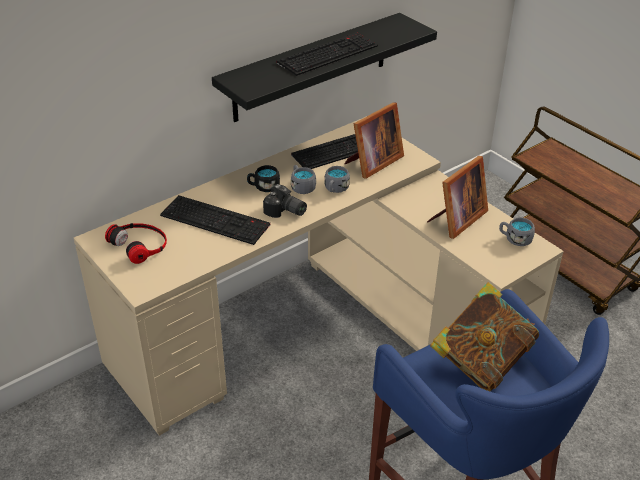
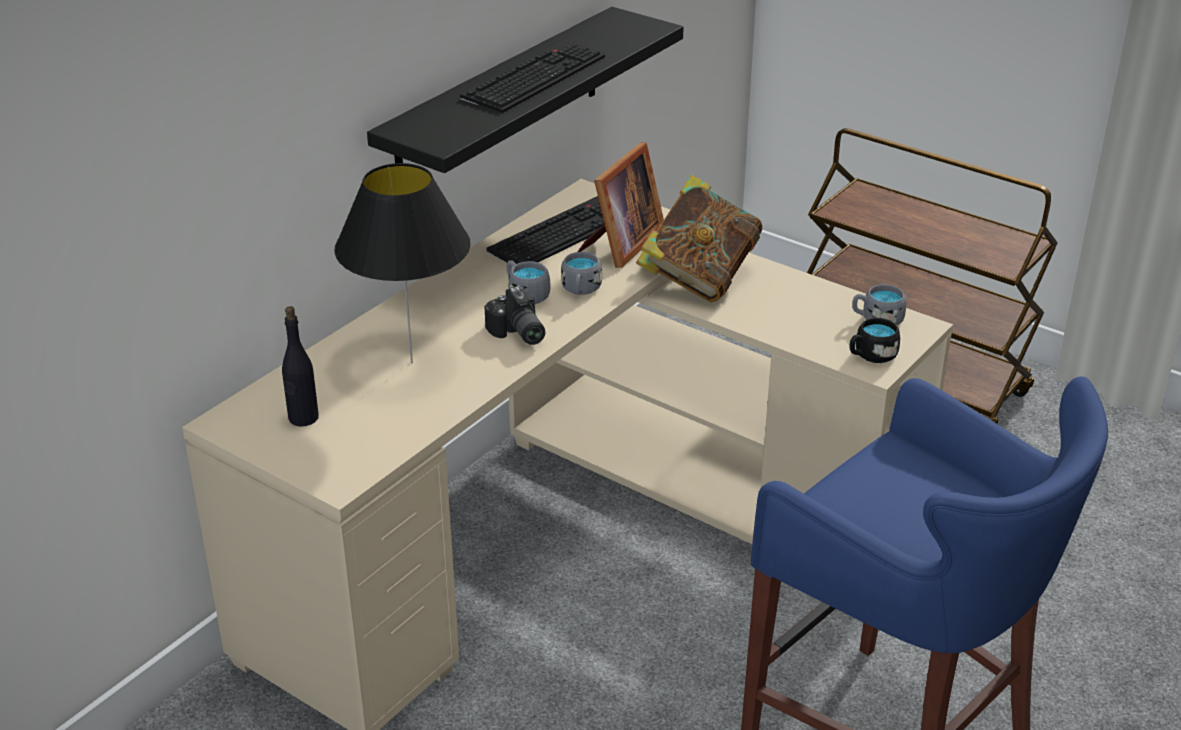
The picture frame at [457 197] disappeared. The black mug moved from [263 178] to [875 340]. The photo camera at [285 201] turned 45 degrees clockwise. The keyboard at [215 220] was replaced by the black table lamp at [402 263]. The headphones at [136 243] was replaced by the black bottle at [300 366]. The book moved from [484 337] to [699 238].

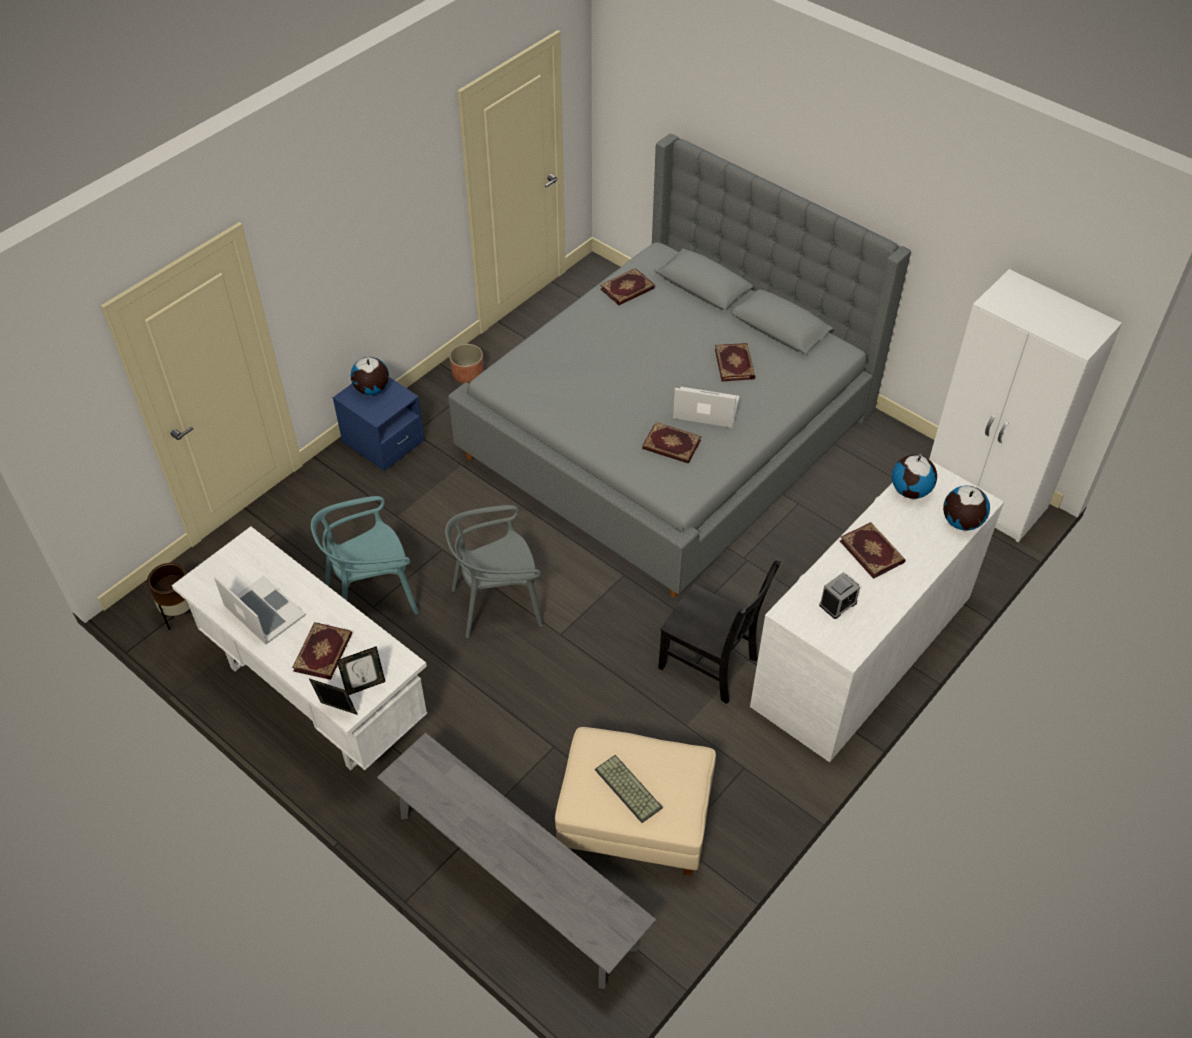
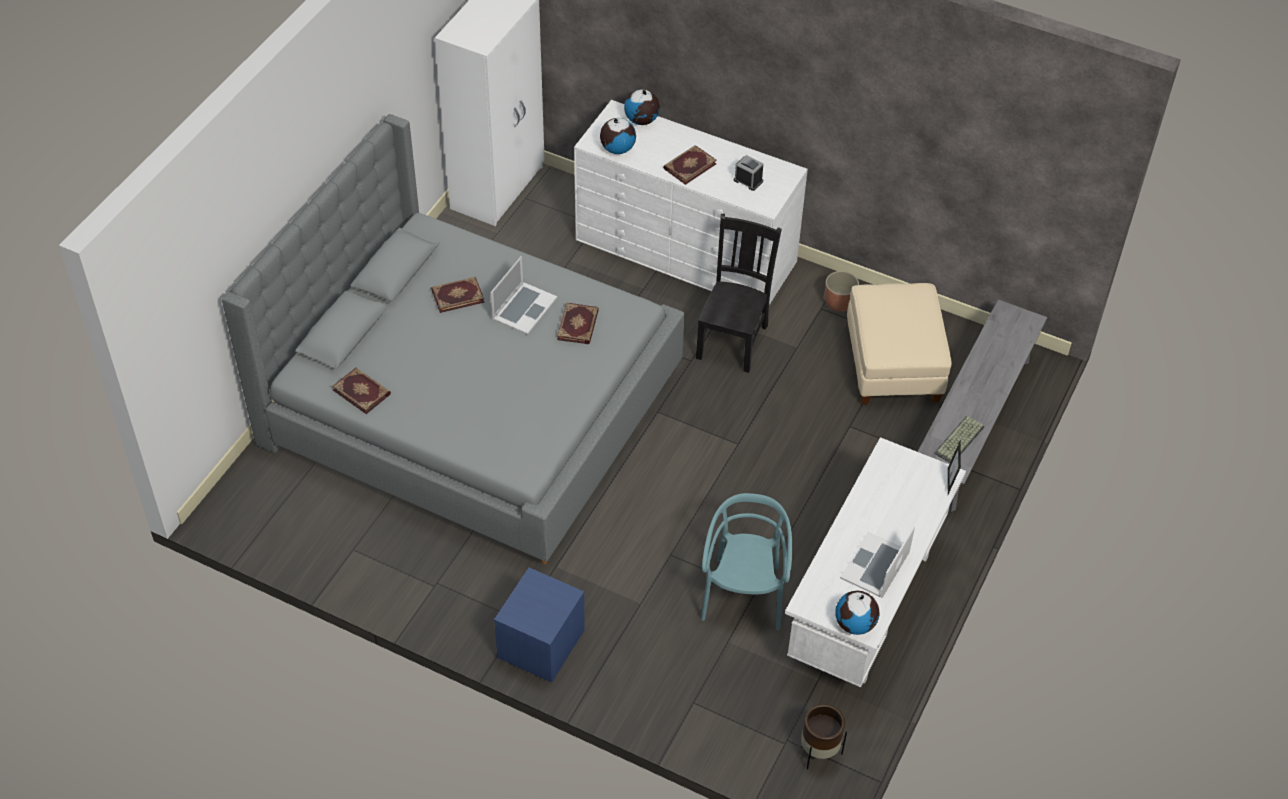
The planter moved from [466 364] to [842 291]. The globe moved from [370 376] to [857 613]. The laptop at [706 407] turned 150 degrees counterclockwise. The turquoise chair at [365 555] turned 135 degrees counterclockwise. The grey chair at [494 571] disappeared. The book at [322 651] disappeared. The picture frame at [361 670] disappeared. The keyboard moved from [629 789] to [959 439].

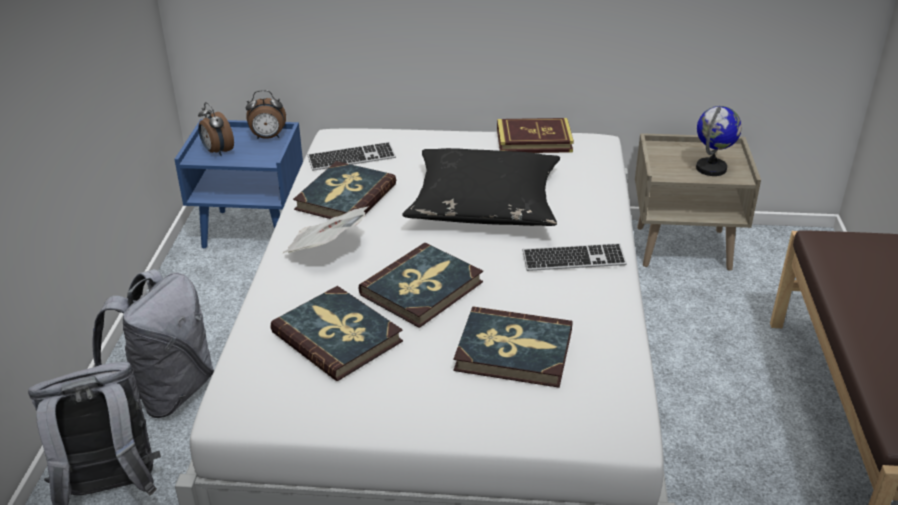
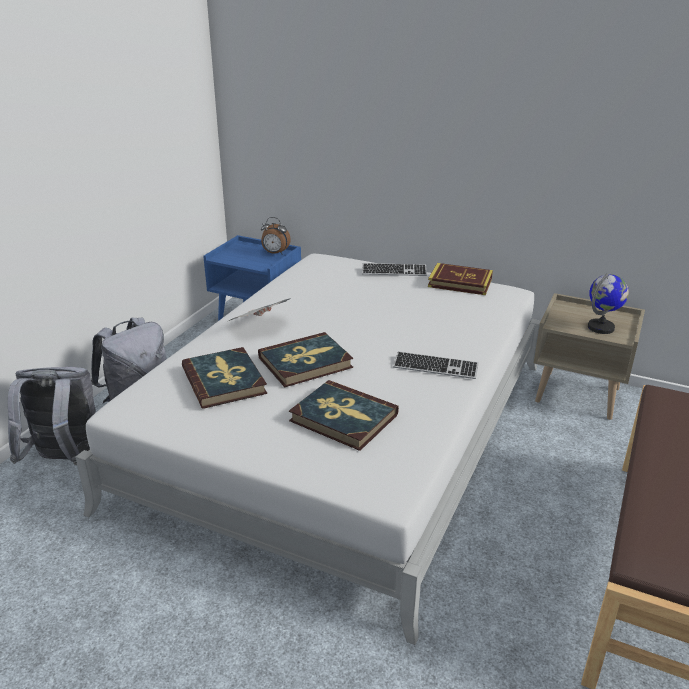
The alarm clock at [216 129] disappeared. The keyboard moved from [352 156] to [394 269]. The black pillow at [481 187] disappeared. The book at [344 190] disappeared.

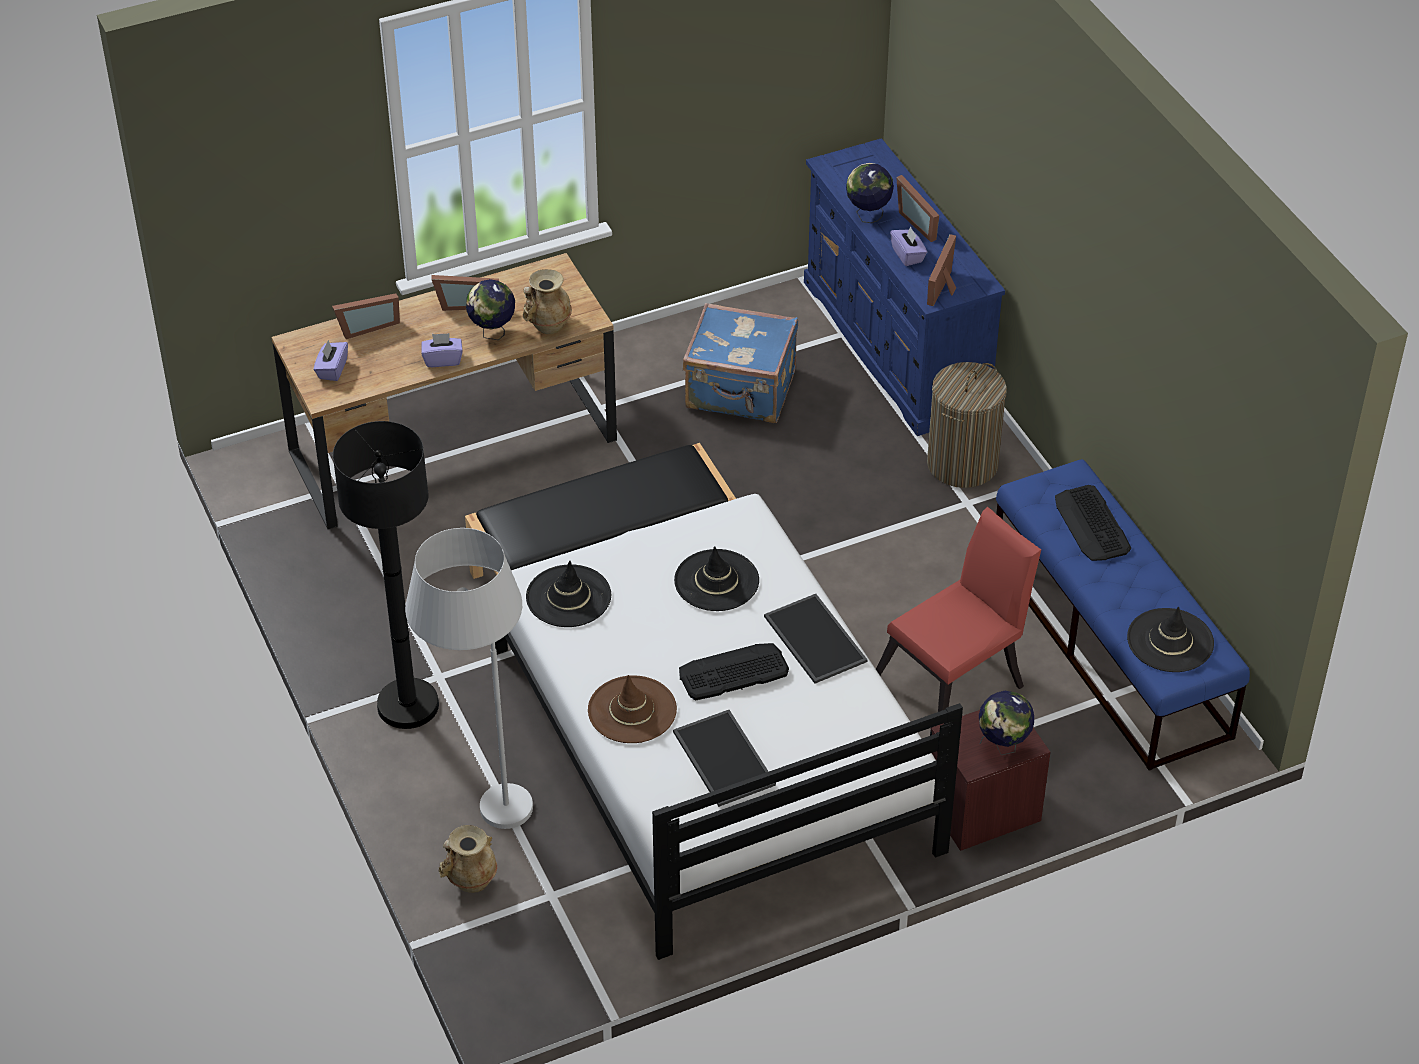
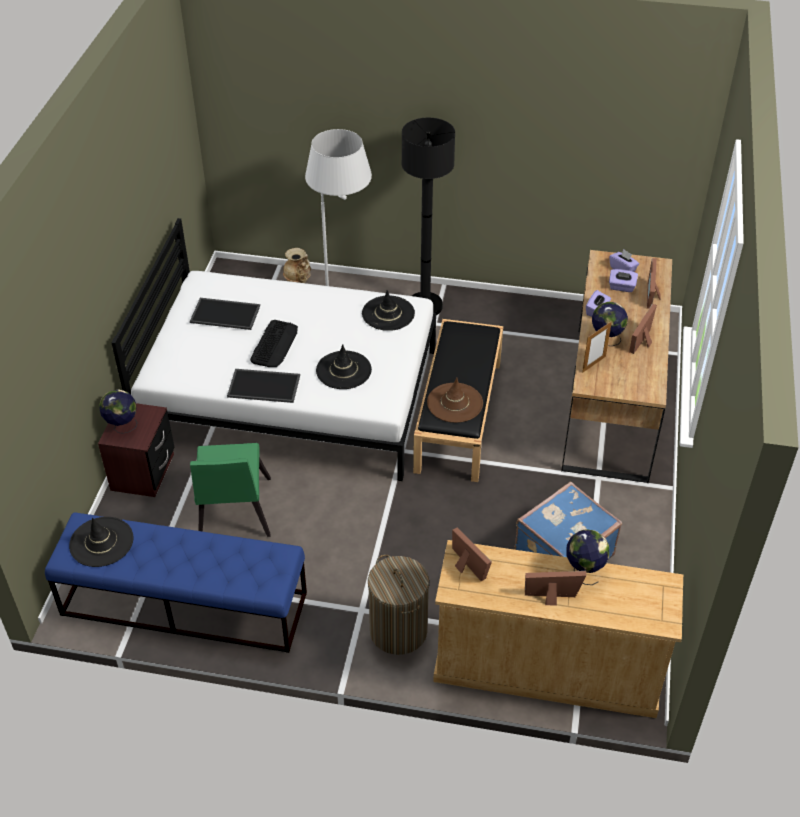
The blue dresser at [904 287] became the beige dresser at [558 629]. The purple tissue box moved from [908 246] to [623 280]. The beige vase at [547 301] was replaced by the picture frame at [597 347]. The keyboard at [1093 523] disappeared. The red chair at [958 609] became the green chair at [230 490]. The brown hat moved from [632 709] to [455 400].

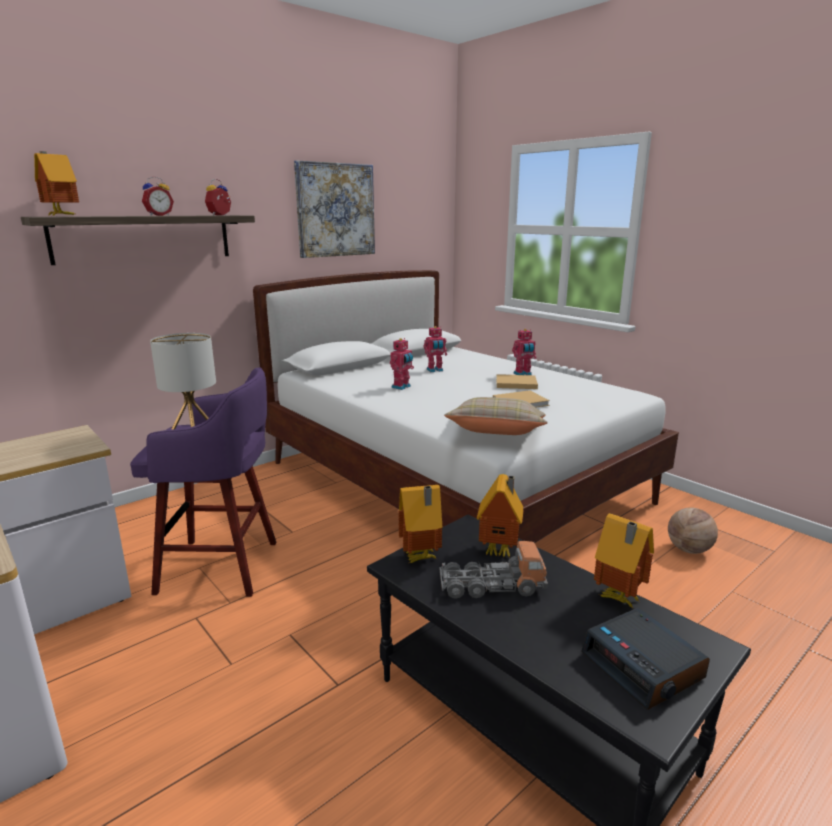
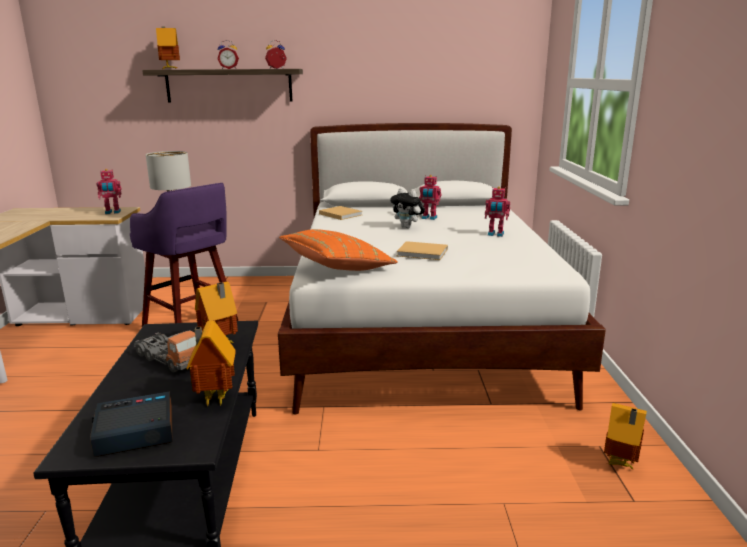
The picture at [334 209] disappeared. The toy robot moved from [402 364] to [108 191]. The beige book moved from [517 381] to [340 213]. The beige pillow at [496 416] became the orange pillow at [338 250]. The toy house moved from [420 524] to [625 436]. The basketball at [693 530] disappeared. The alarm clock at [645 659] turned 60 degrees clockwise. The plush toy at [407 208] appeared.

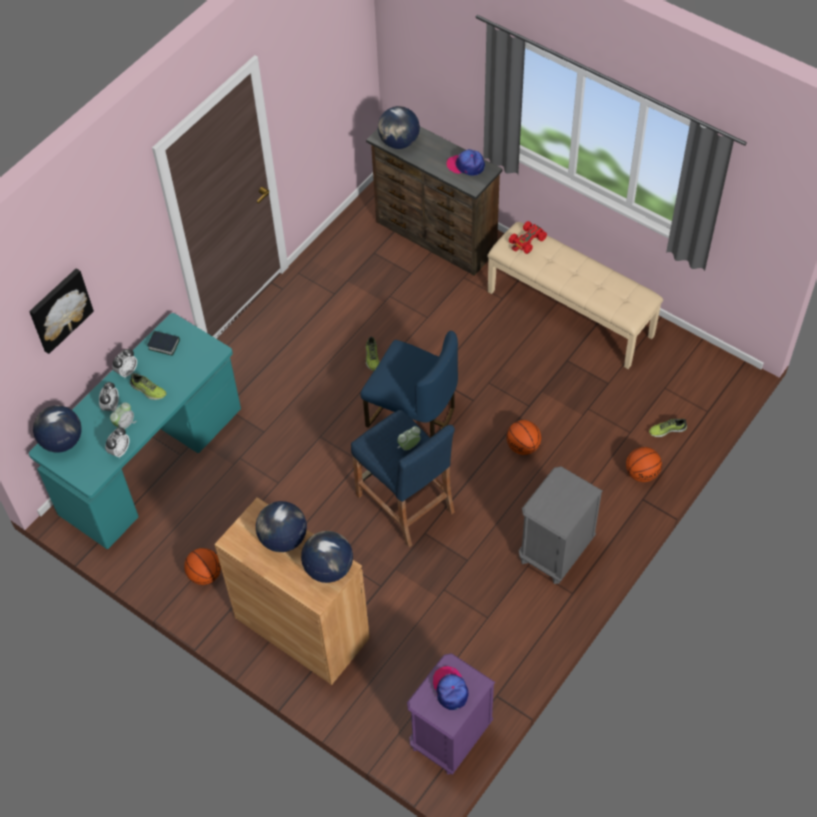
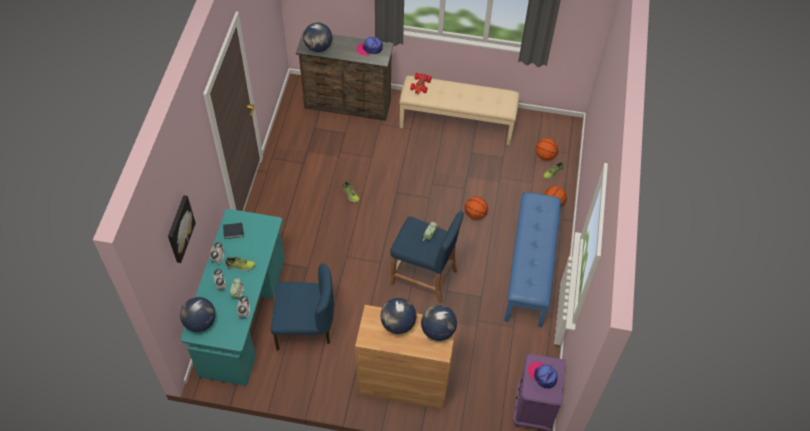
The blue chair moved from [409 384] to [302 307]. The grey nightstand at [561 525] was replaced by the blue bench at [532 260]. The basketball moved from [202 566] to [546 149].

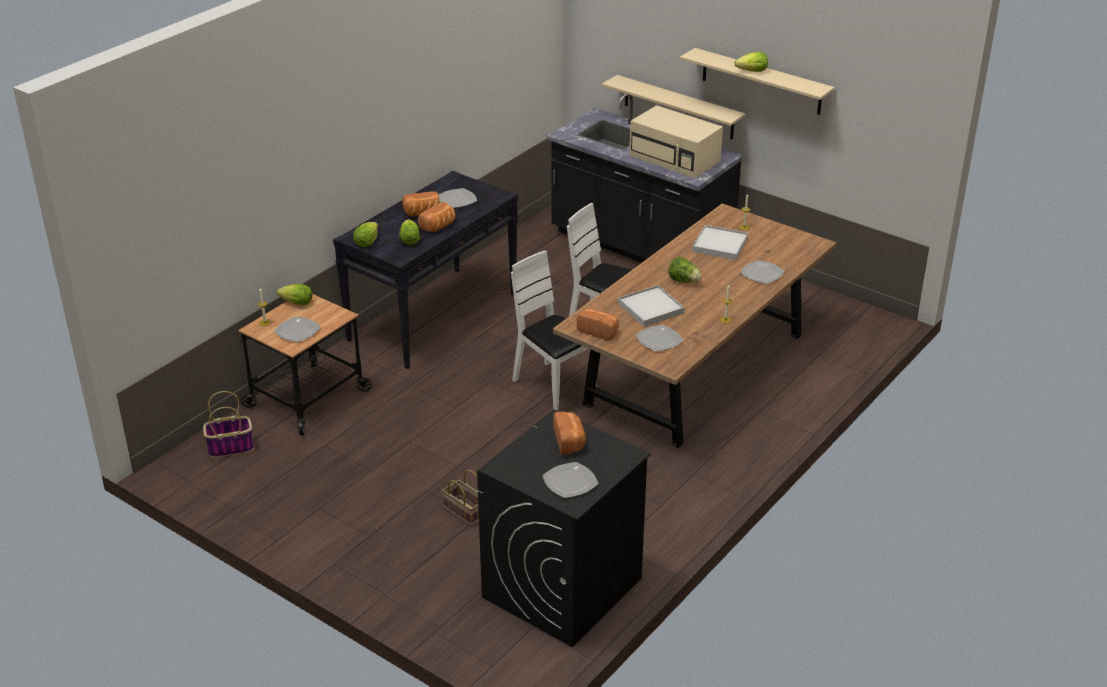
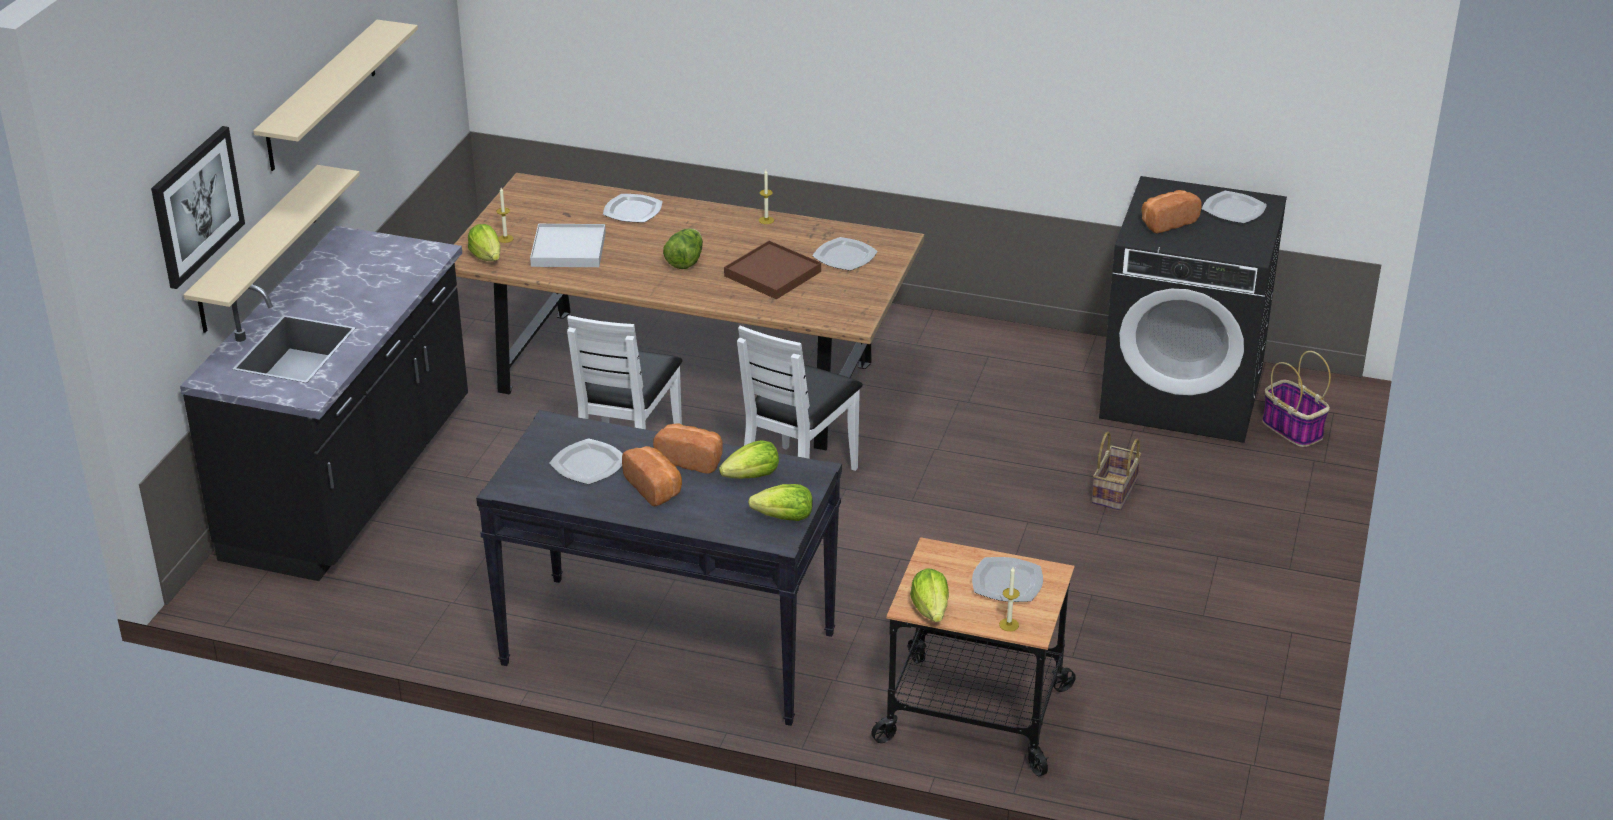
The lettuce moved from [751 62] to [484 242]. The beige microwave at [676 141] disappeared. The white tray at [651 306] became the brown tray at [772 270]. The bread at [597 325] disappeared. The basket moved from [228 424] to [1296 399]. The picture at [198 207] appeared.

